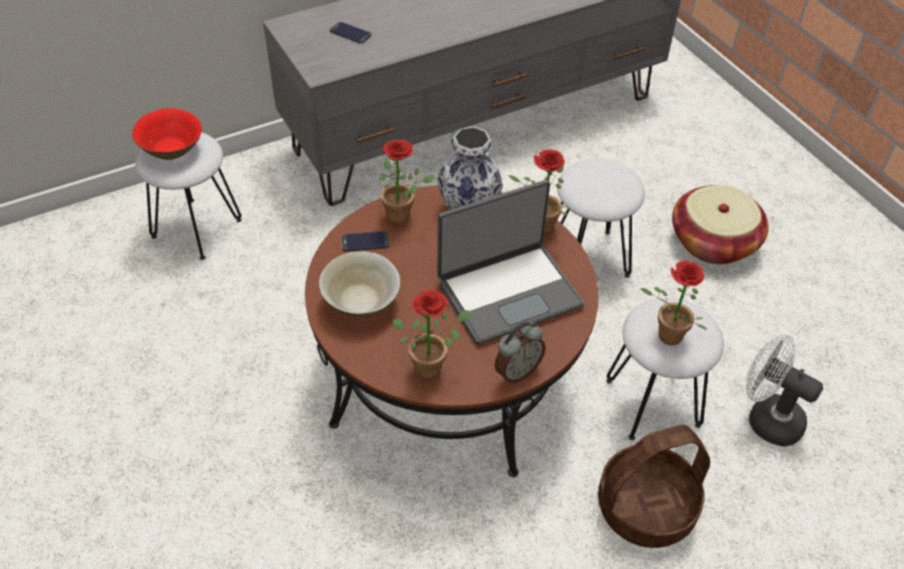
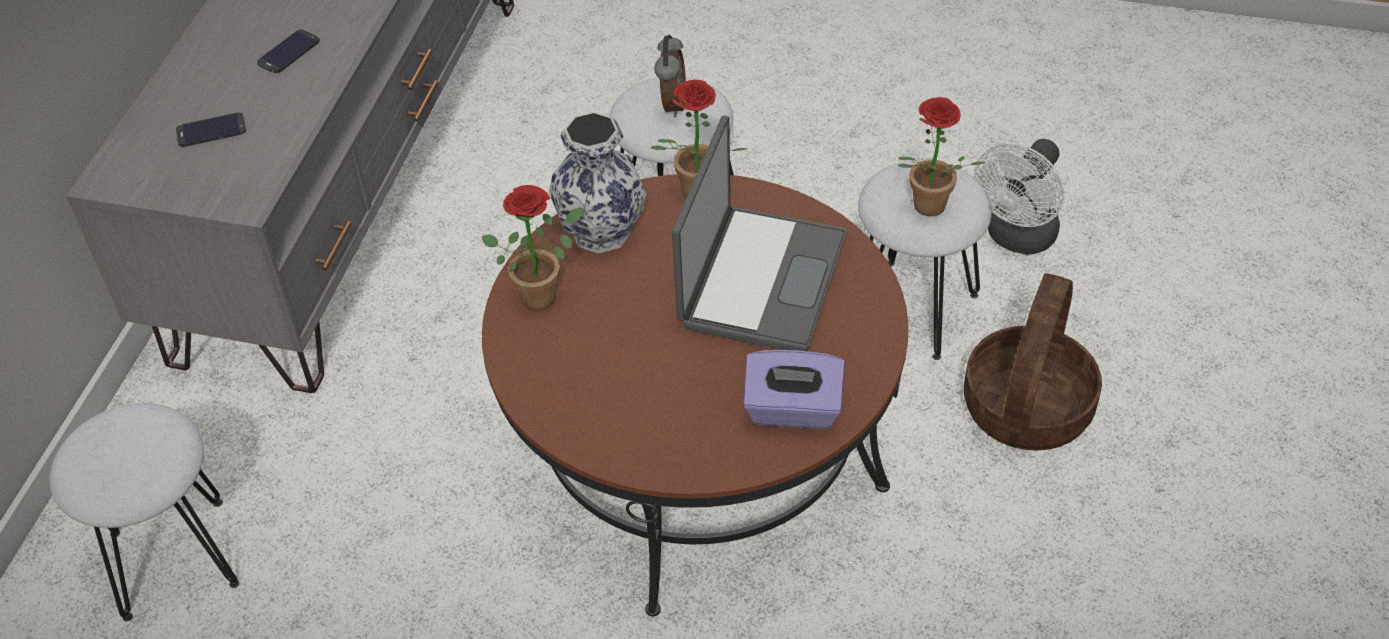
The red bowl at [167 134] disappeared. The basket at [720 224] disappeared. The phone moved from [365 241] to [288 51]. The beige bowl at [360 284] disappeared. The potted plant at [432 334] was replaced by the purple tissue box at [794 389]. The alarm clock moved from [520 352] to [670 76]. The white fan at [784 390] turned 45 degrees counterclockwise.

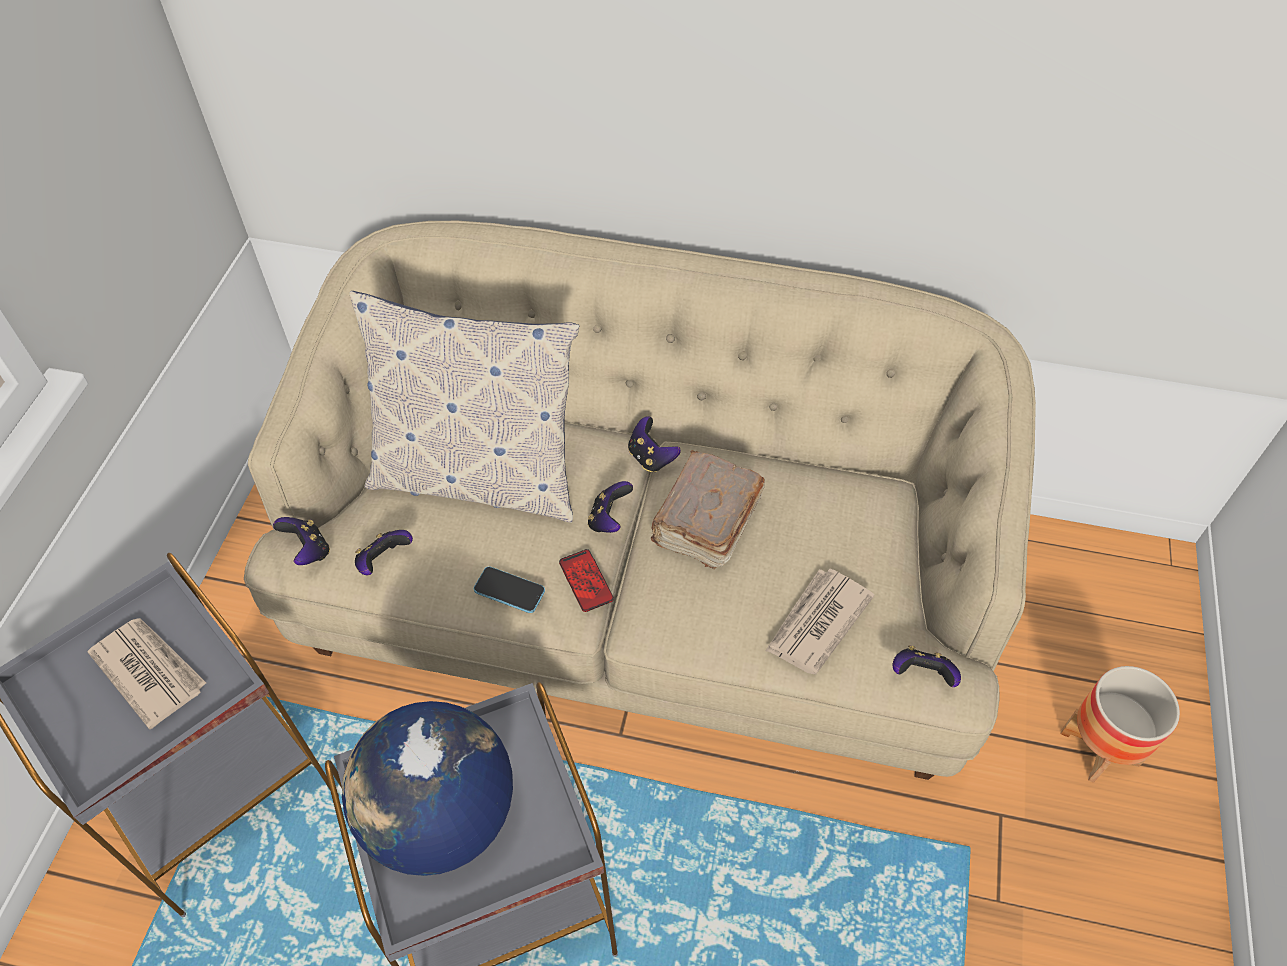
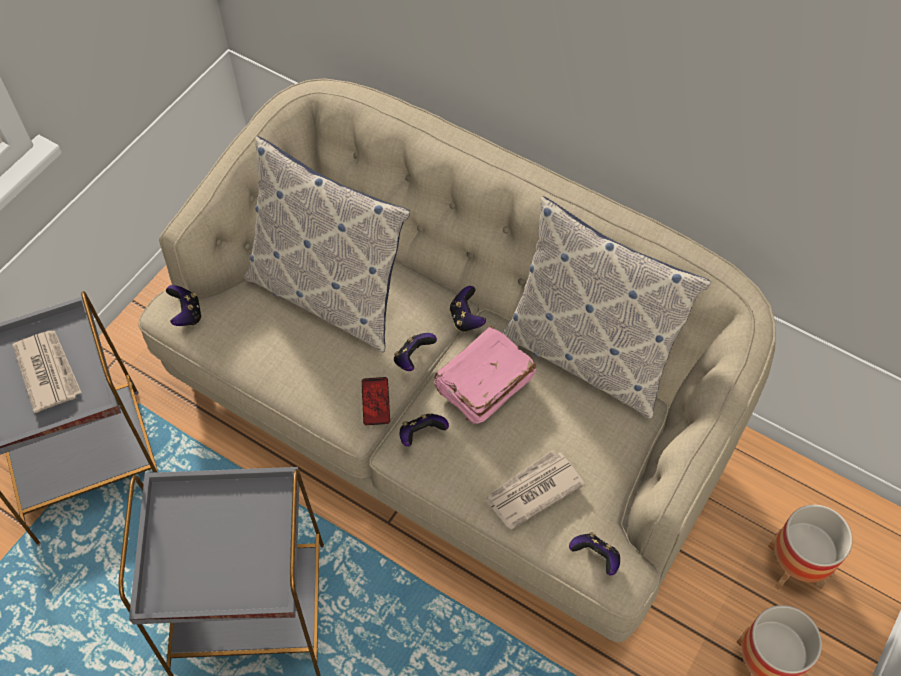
The brown book at [708 509] became the pink book at [485 374]. The game controller moved from [384 552] to [424 430]. The phone at [509 590] disappeared. The globe at [427 788] disappeared. The pillow at [606 308] appeared. The planter at [810 547] appeared.

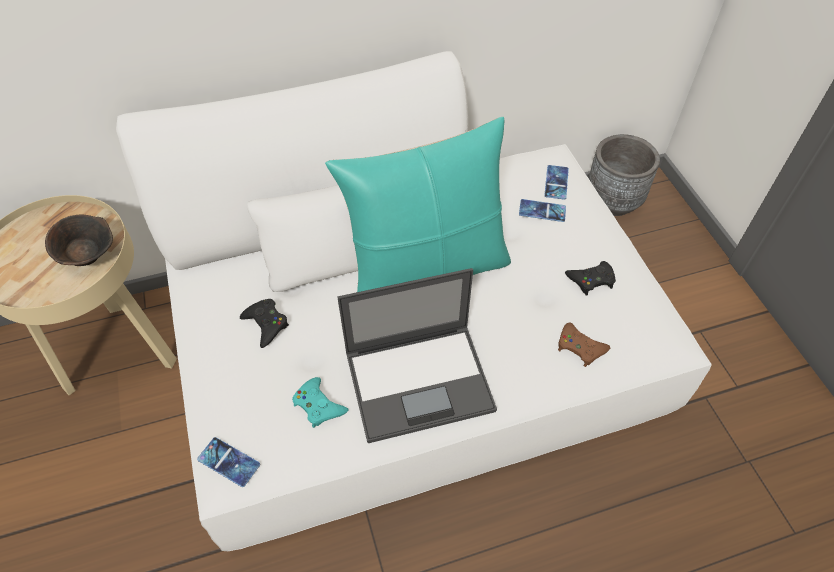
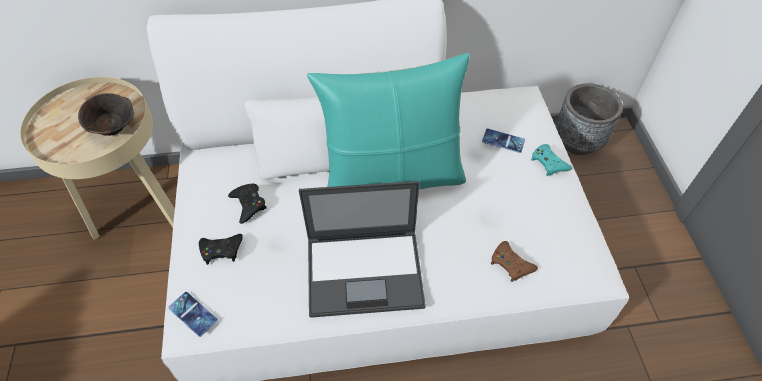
The phone at [556 182] disappeared. The black game controller moved from [590 278] to [221 249]. The turquoise game controller moved from [320 402] to [551 160].

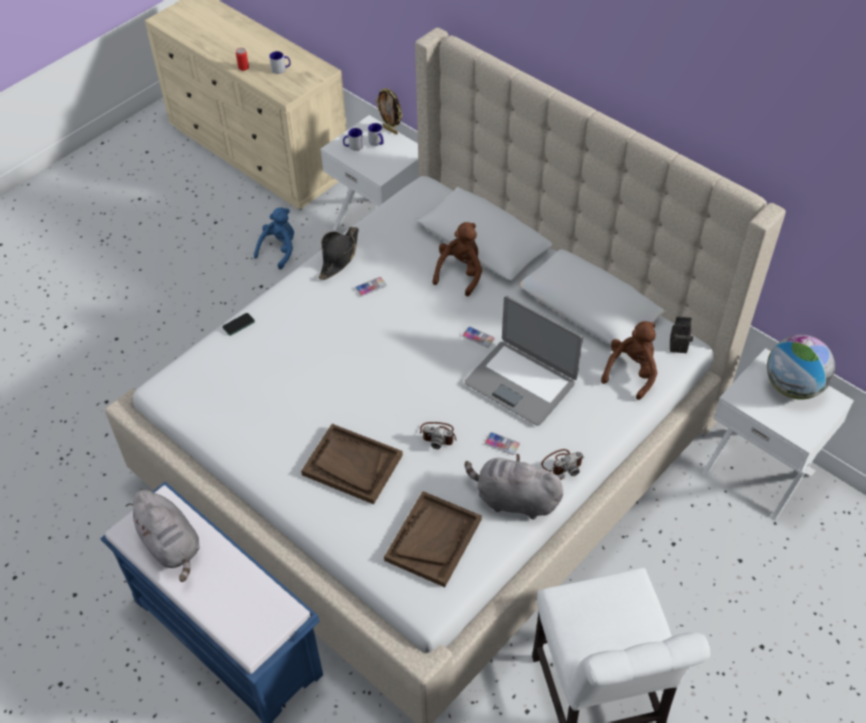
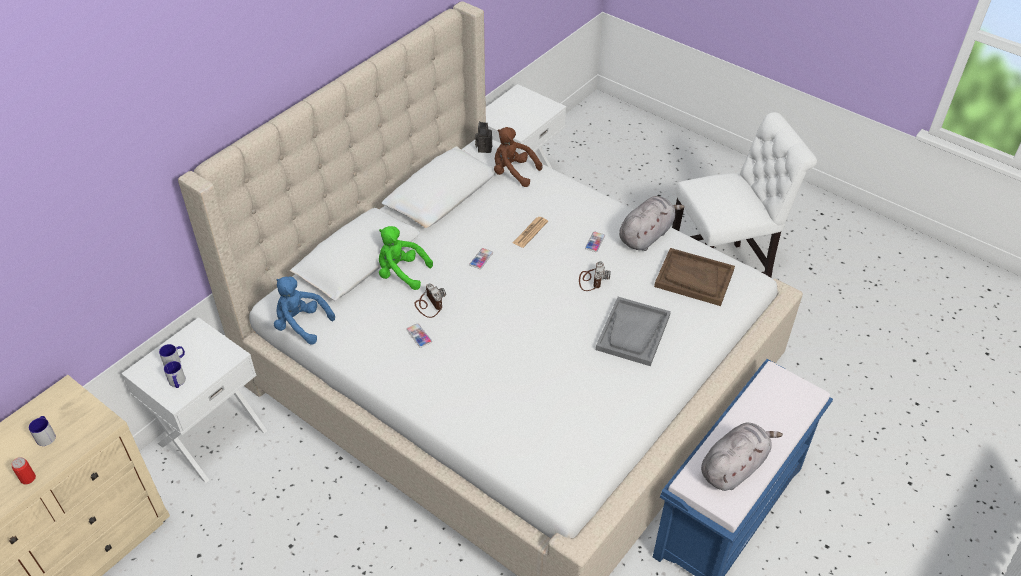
The picture frame at [388 111] disappeared. The blue plush toy moved from [274 238] to [304 311]. The brown plush toy at [457 259] became the green plush toy at [406 258]. The black hat at [338 253] disappeared. The laptop at [524 361] was replaced by the newspaper at [530 232]. The phone at [238 324] disappeared. The globe at [801 367] disappeared. The brown tray at [352 464] became the grey tray at [633 331]. The photo camera moved from [562 462] to [430 301]. The grey plush toy at [514 486] turned 150 degrees counterclockwise.

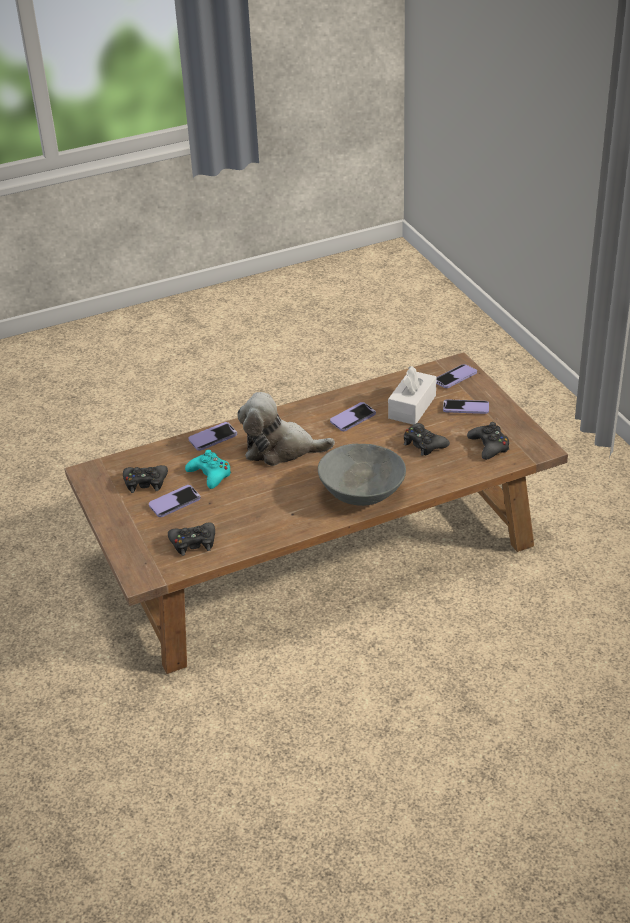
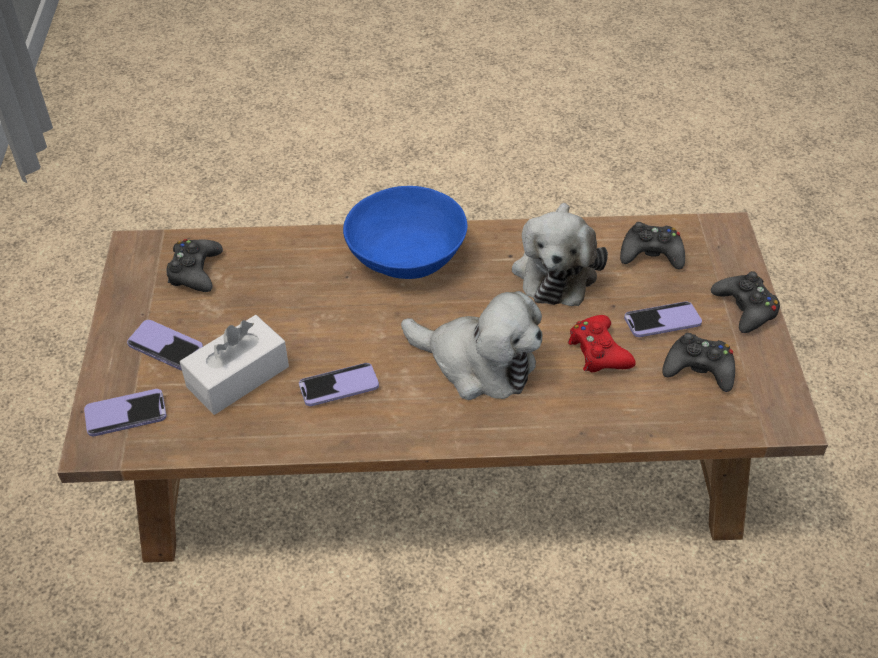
The phone at [213 436] disappeared. The black game controller moved from [427 439] to [745 302]. The grey bowl at [362 475] became the blue bowl at [405 232]. The turquoise game controller at [208 469] became the red game controller at [602 343]. The plush toy at [560 254] appeared.

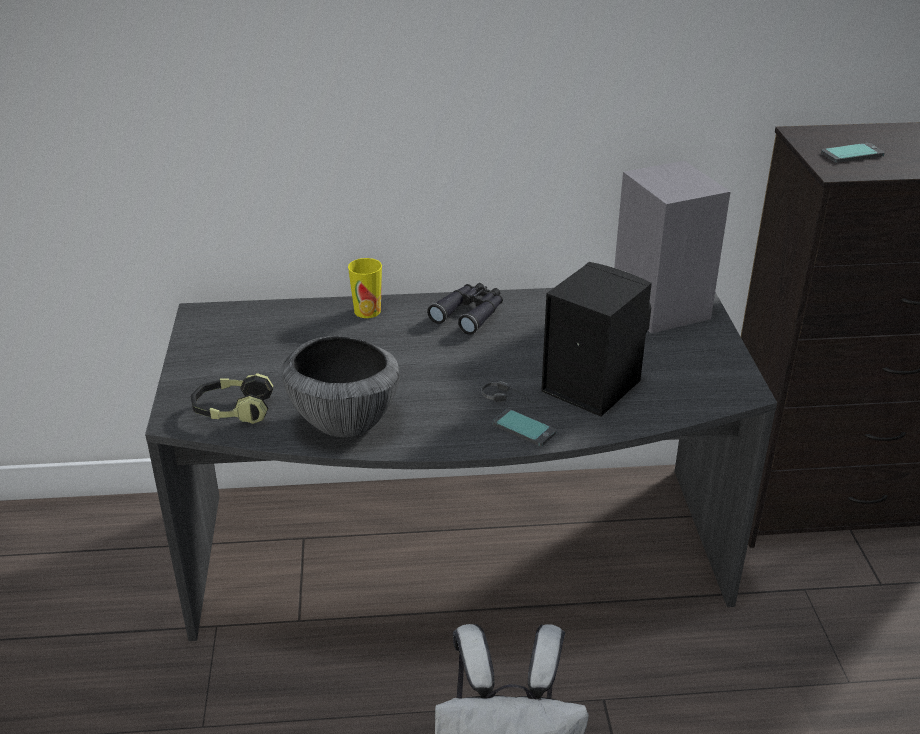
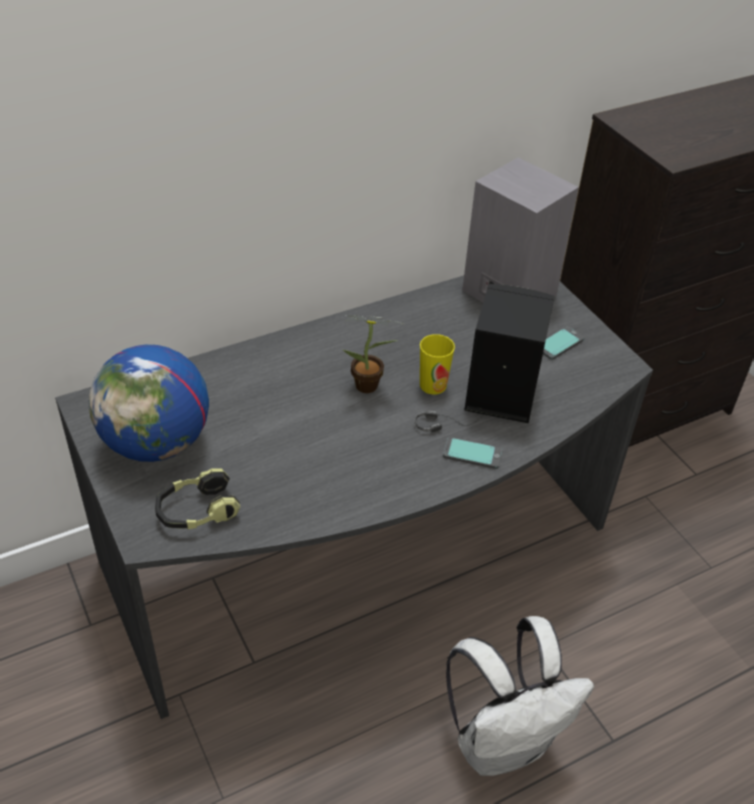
The phone moved from [853 153] to [563 343]. The cup moved from [365 288] to [437 364]. The black binoculars at [465 309] disappeared. The bowl at [341 386] disappeared. The potted plant at [373 354] appeared. The globe at [149 403] appeared.

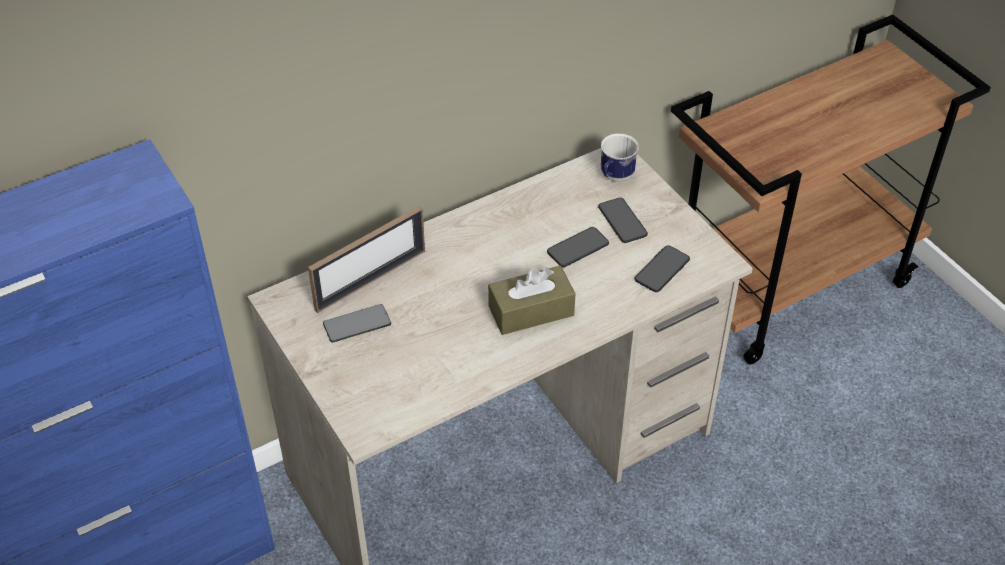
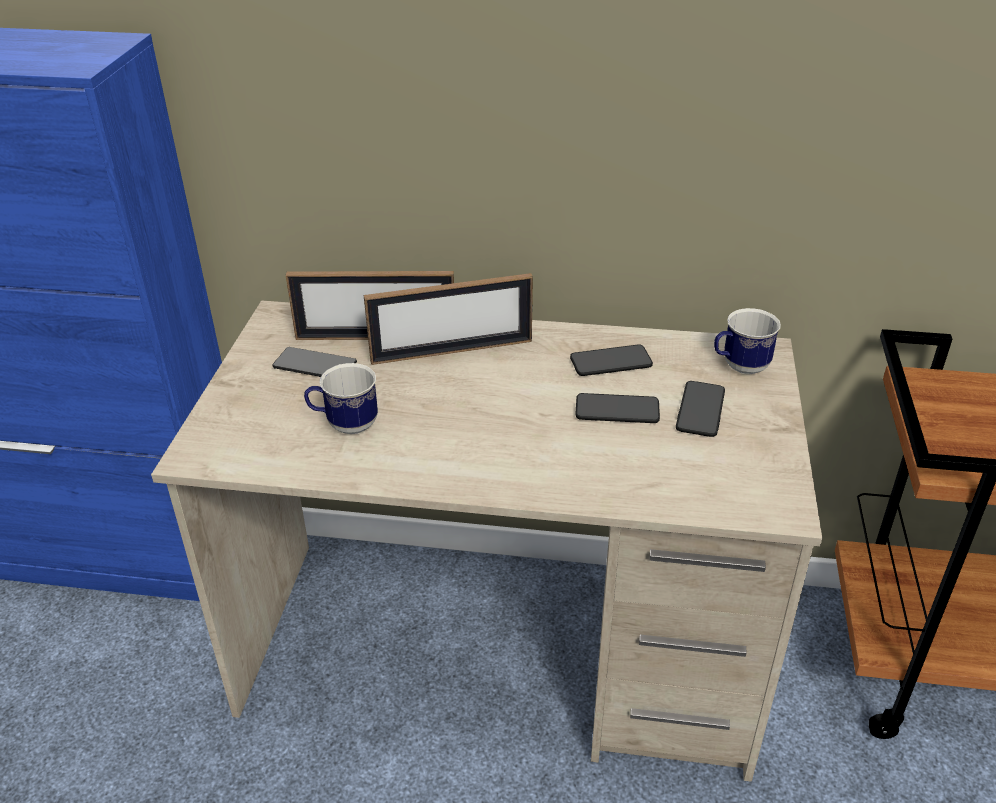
The phone moved from [662 268] to [611 360]. The brown tissue box at [532 300] disappeared. The picture frame at [448 319] appeared. The mug at [341 398] appeared.

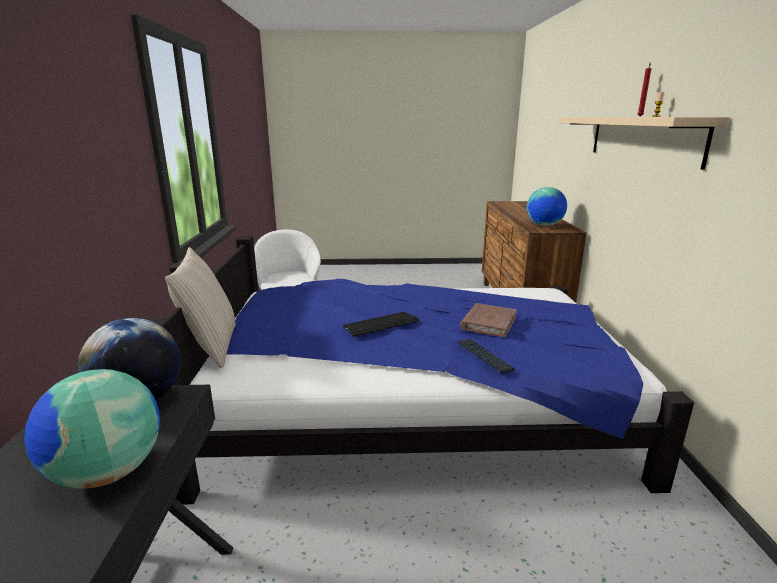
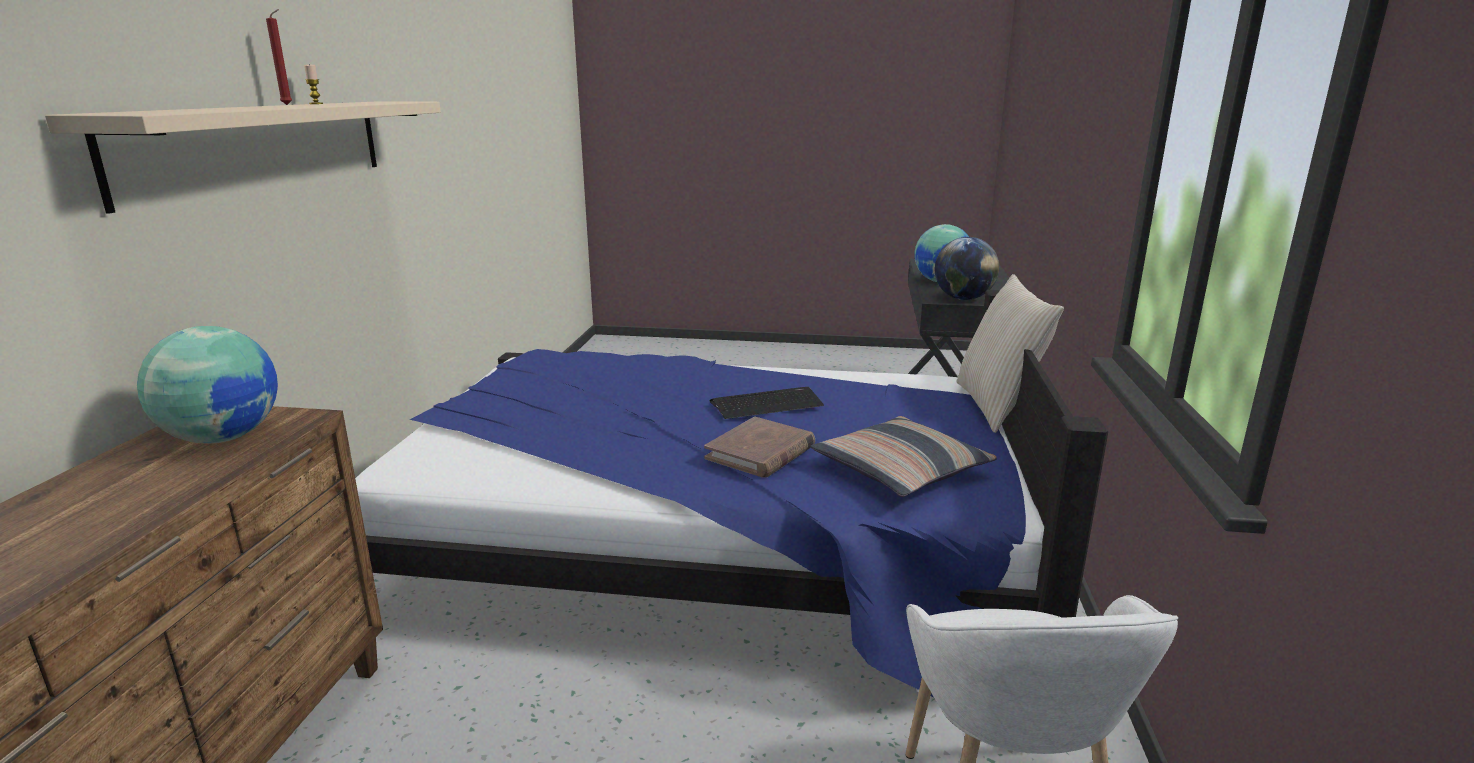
The brown book moved from [488 320] to [759 447]. The keyboard at [486 356] disappeared. The pillow at [904 456] appeared.

